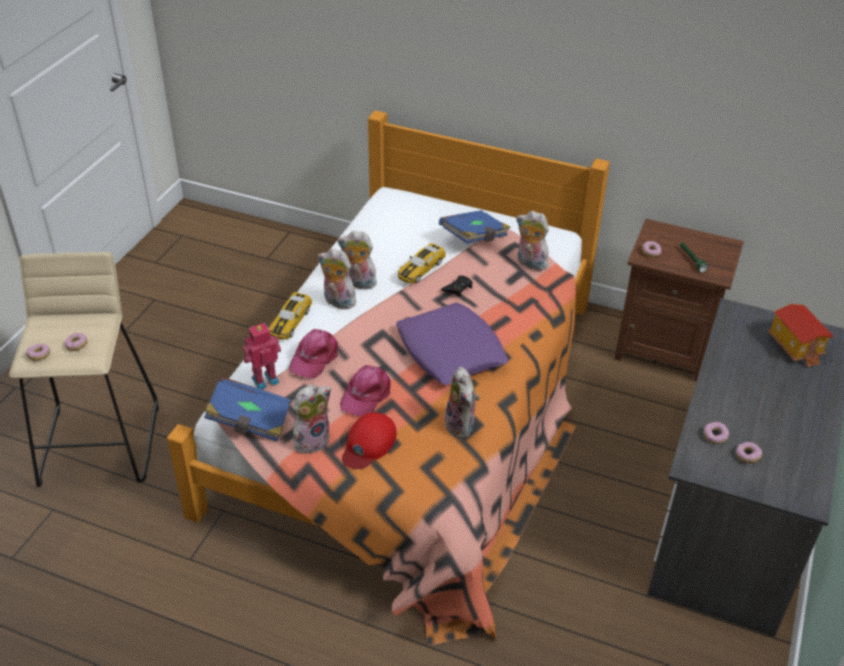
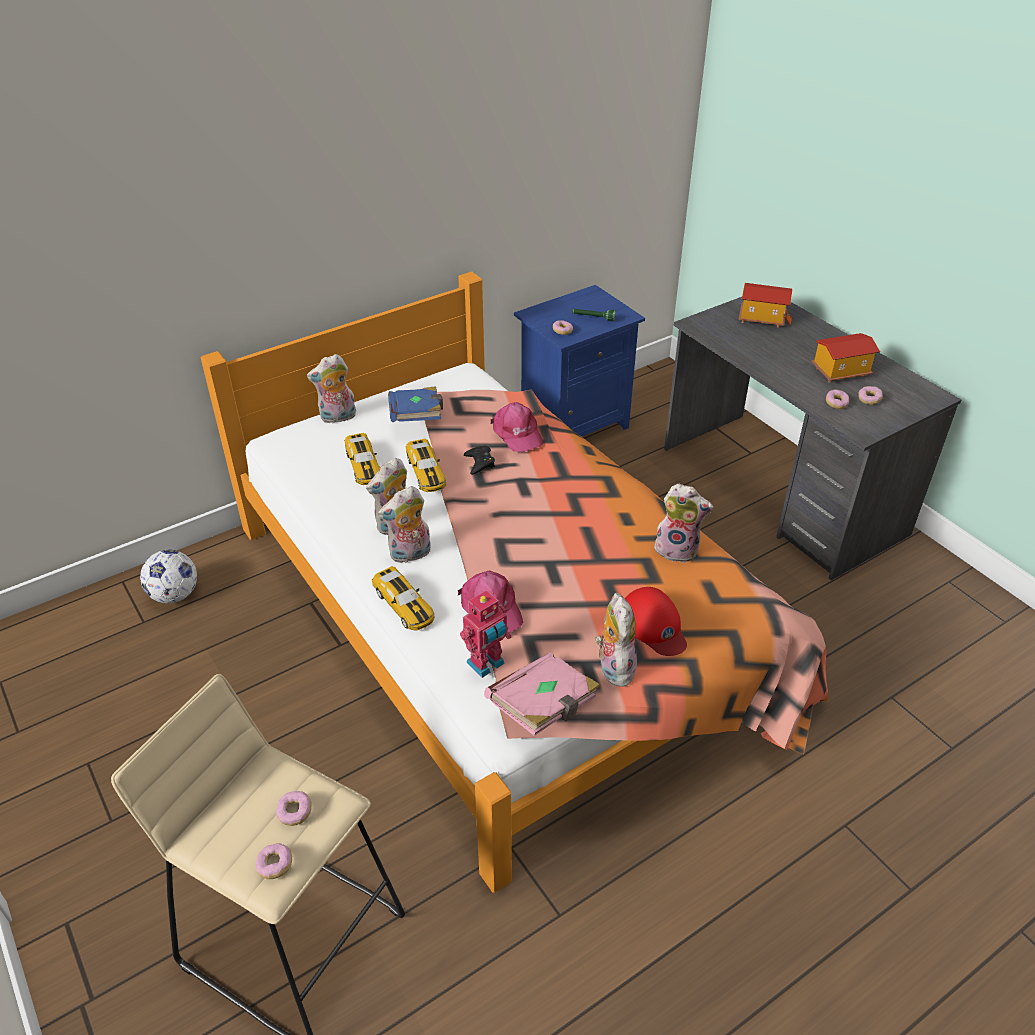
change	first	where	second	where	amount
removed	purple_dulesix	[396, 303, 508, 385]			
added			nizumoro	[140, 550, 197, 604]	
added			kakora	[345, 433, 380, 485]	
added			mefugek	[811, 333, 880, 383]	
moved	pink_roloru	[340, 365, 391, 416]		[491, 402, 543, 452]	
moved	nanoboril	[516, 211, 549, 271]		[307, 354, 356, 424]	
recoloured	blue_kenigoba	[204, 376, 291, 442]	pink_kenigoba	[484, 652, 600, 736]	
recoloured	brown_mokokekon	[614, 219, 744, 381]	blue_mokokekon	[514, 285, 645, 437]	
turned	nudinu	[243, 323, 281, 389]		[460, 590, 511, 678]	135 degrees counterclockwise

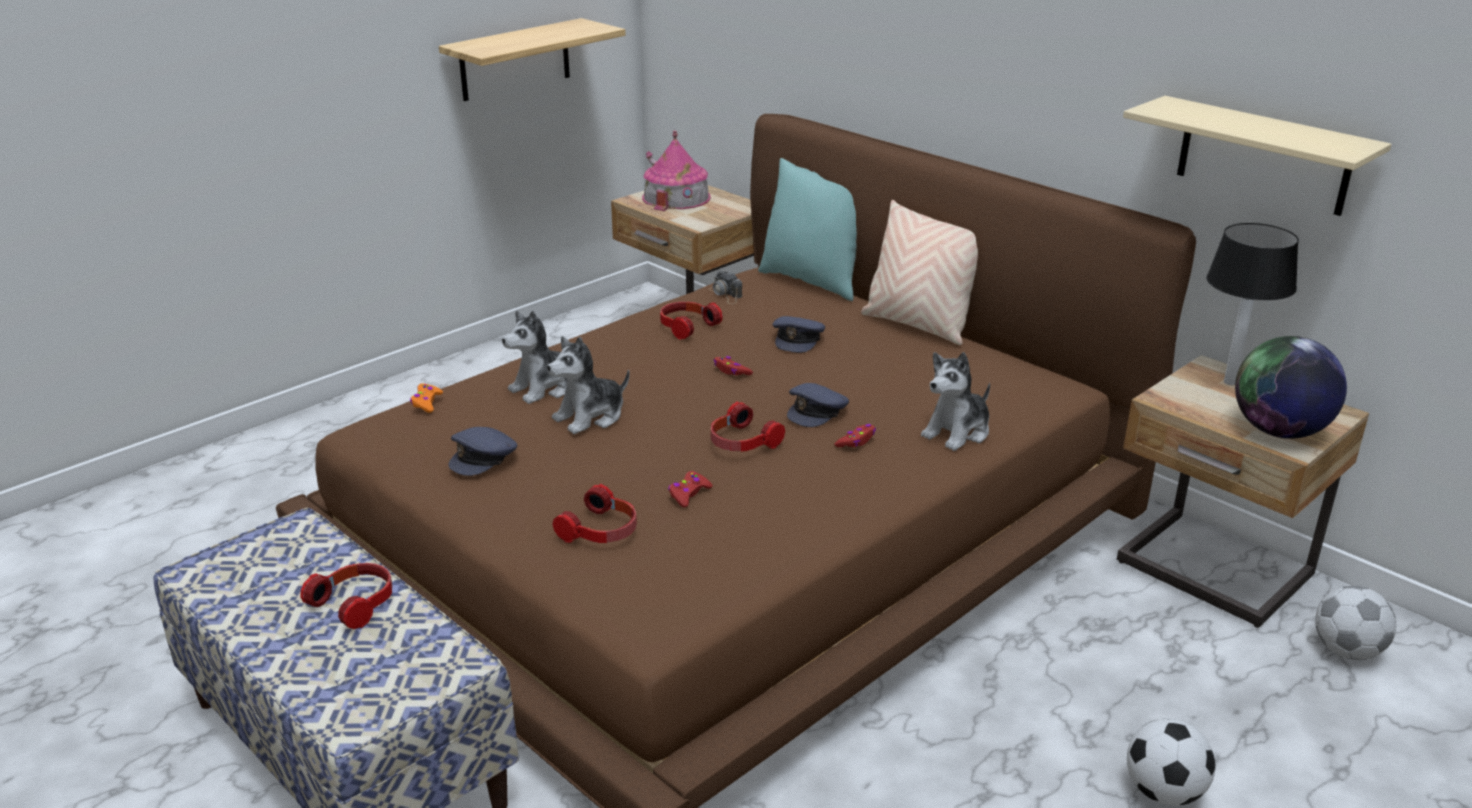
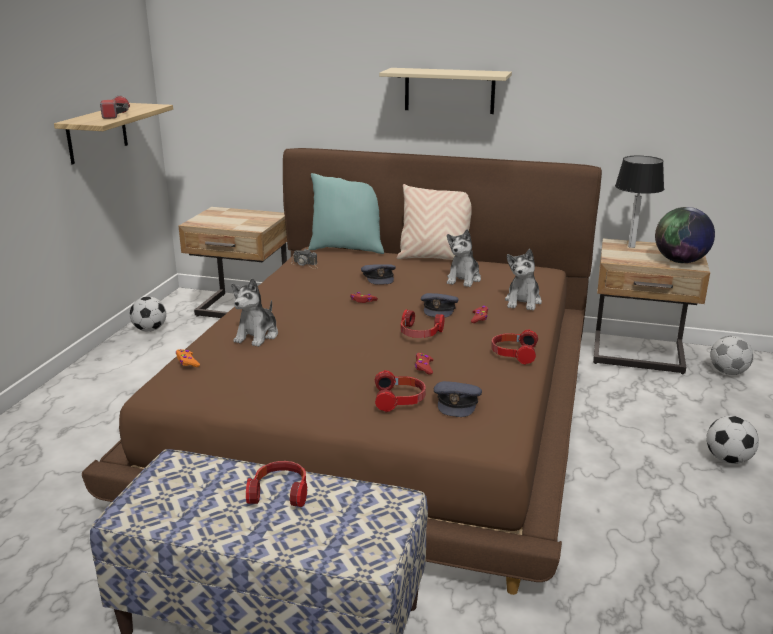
change	first	where	second	where	amount
removed	mefugek	[642, 131, 711, 211]			
added			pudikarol	[100, 96, 130, 119]	
added			nizumoro	[130, 297, 166, 332]	
moved	grey_roloru	[448, 427, 517, 476]		[434, 381, 482, 417]	
moved	nanoboril	[547, 336, 630, 434]		[447, 229, 481, 287]	
moved	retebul	[660, 302, 723, 340]		[491, 329, 538, 365]	
moved	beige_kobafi	[1123, 96, 1392, 216]		[379, 68, 512, 114]	

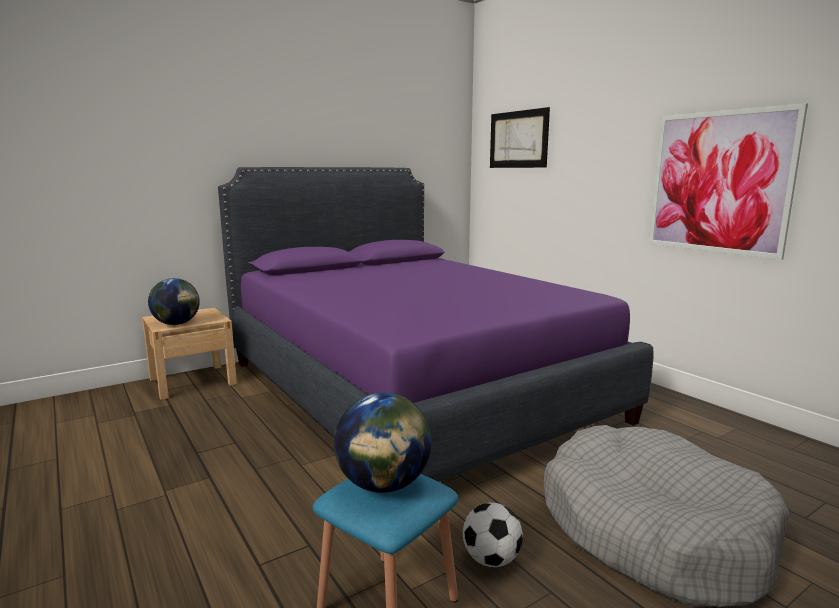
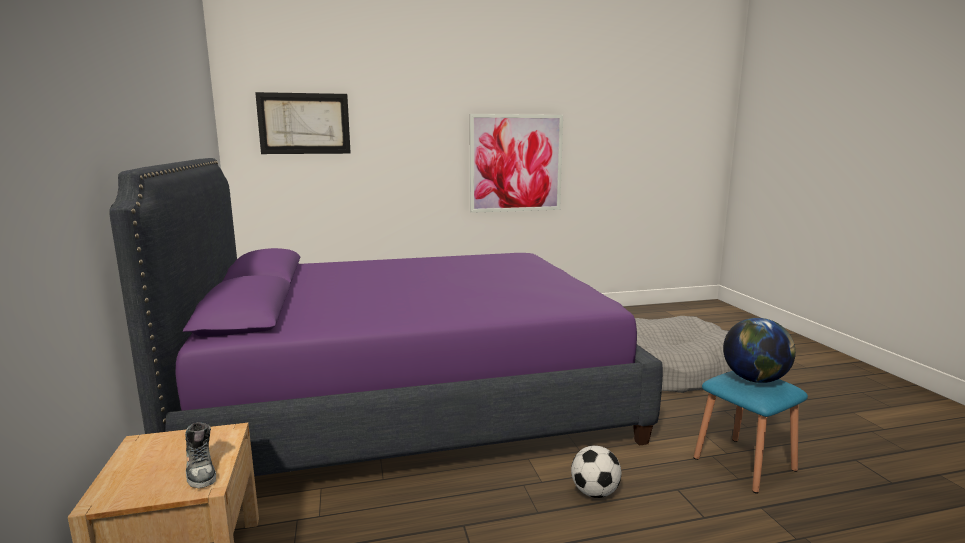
change	first	where	second	where	amount
moved	nizumoro	[463, 503, 523, 567]		[571, 446, 621, 498]	
replaced	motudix	[148, 278, 200, 325]	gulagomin	[185, 422, 216, 488]	

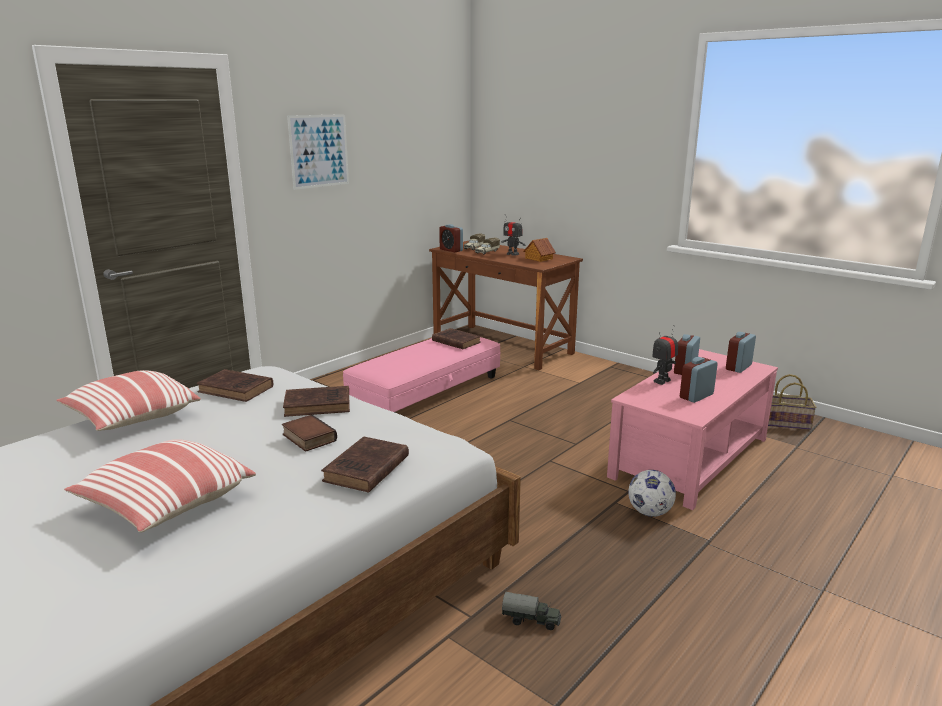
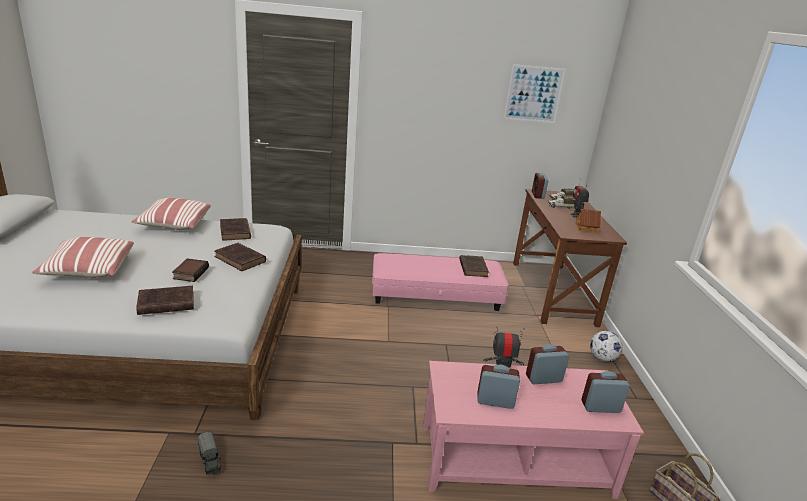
change	first	where	second	where	amount
moved	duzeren	[287, 114, 349, 190]		[503, 64, 566, 123]	
moved	nizumoro	[628, 470, 676, 517]		[590, 331, 623, 362]	

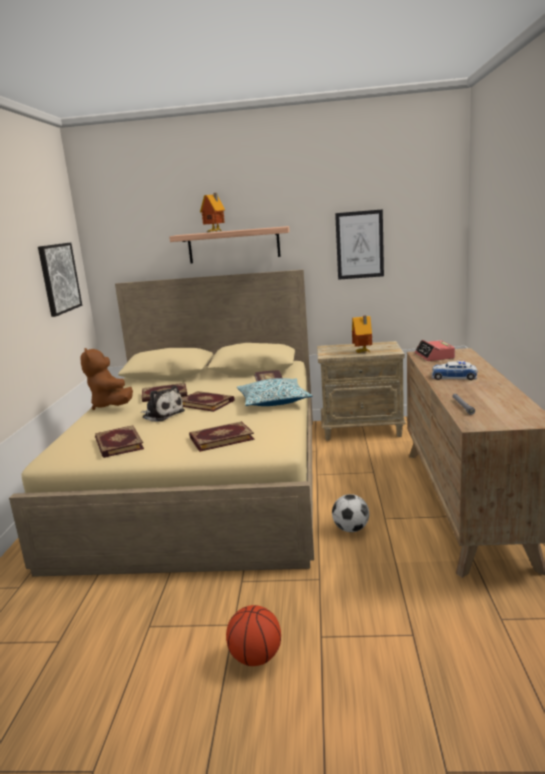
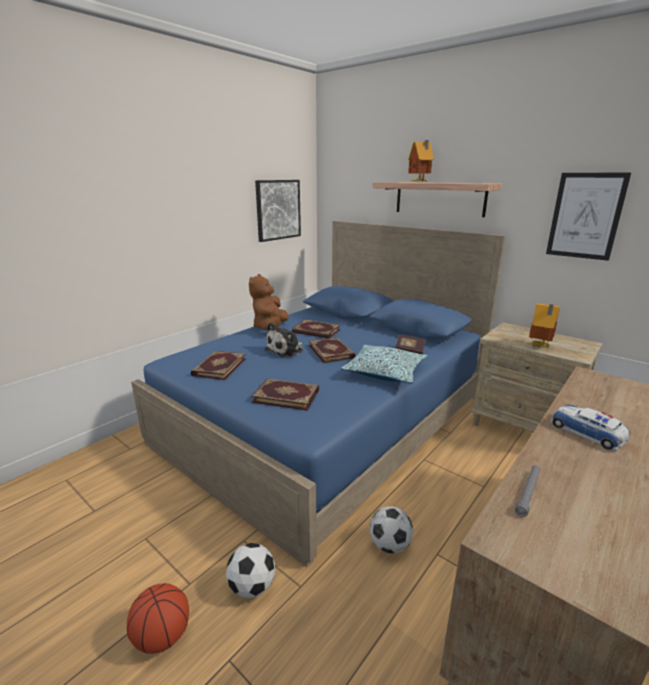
change	first	where	second	where	amount
removed	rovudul	[415, 340, 455, 361]			
added			nizumoro	[226, 543, 275, 598]	
recoloured	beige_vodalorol	[9, 270, 314, 577]	blue_vodalorol	[131, 221, 506, 567]	
turned	nanoboril	[141, 386, 185, 422]		[265, 323, 303, 357]	60 degrees clockwise

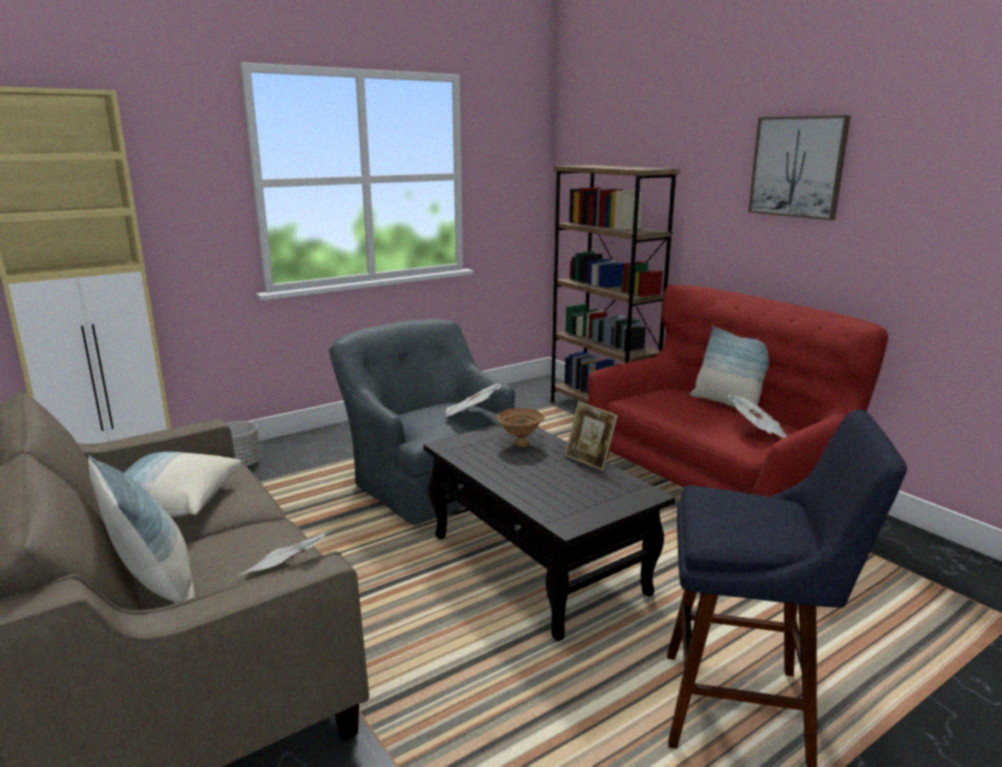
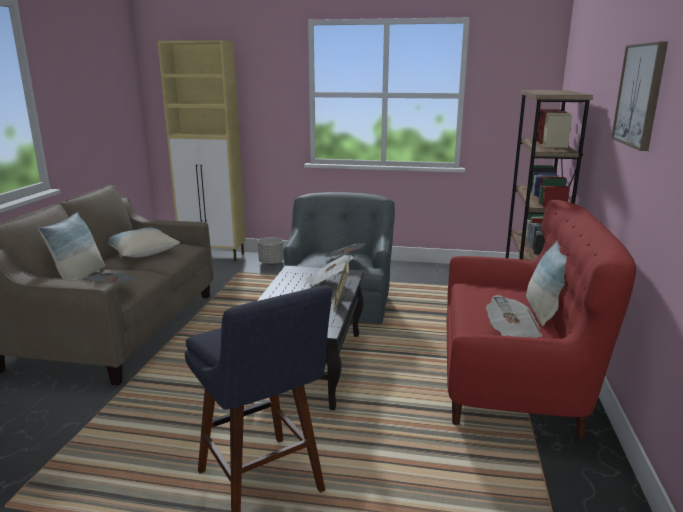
change	first	where	second	where	amount
replaced	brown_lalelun	[497, 408, 545, 447]	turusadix	[305, 255, 353, 286]	

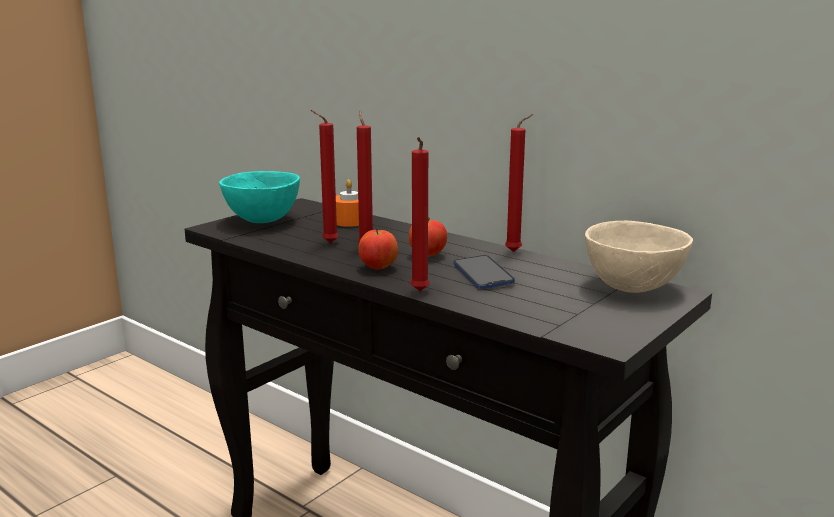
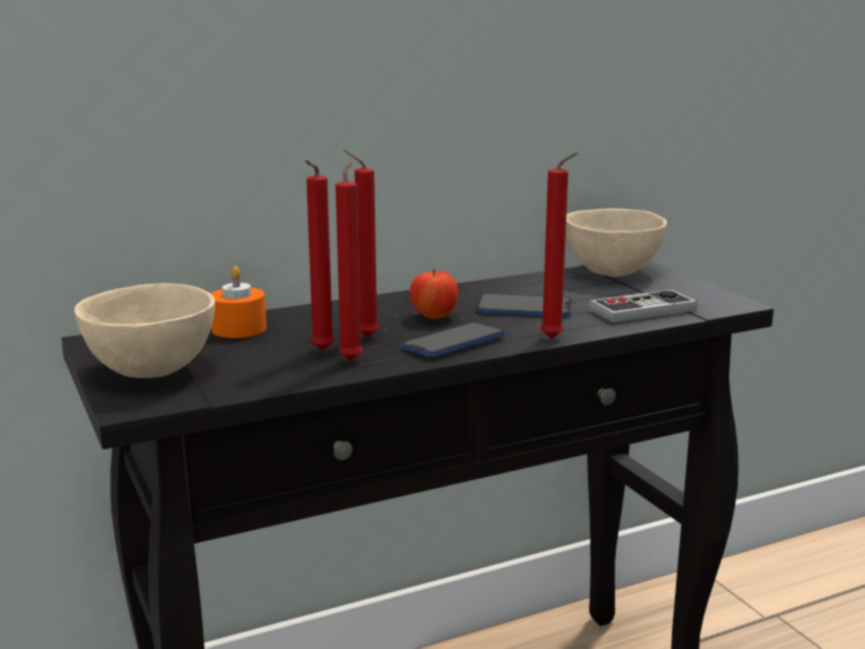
change	first	where	second	where	amount
added			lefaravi	[589, 290, 697, 322]	
moved	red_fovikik	[505, 114, 533, 252]		[335, 159, 363, 361]	
replaced	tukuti	[358, 228, 398, 270]	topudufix	[402, 322, 505, 357]	
recoloured	turquoise_lalelun	[219, 171, 300, 223]	beige_lalelun	[74, 283, 215, 378]	

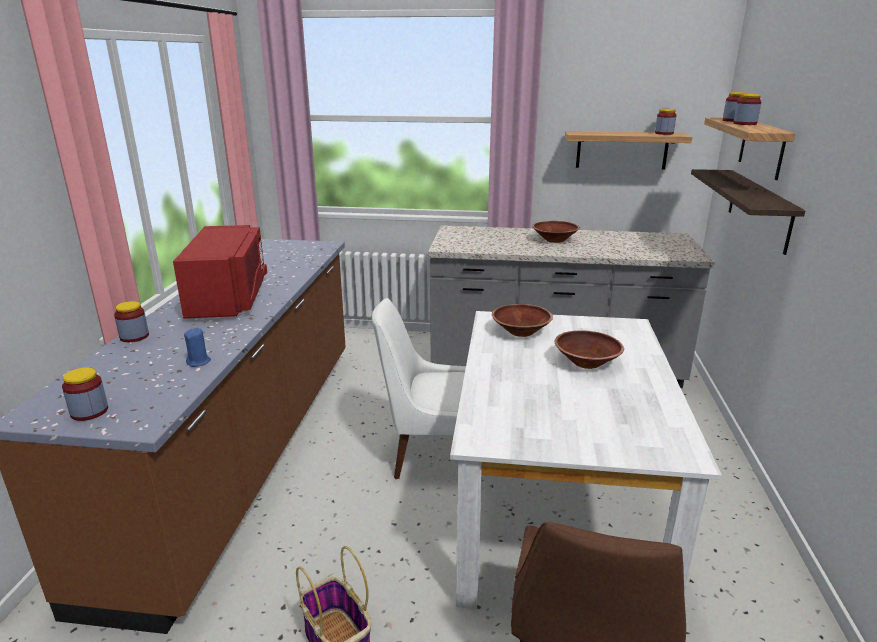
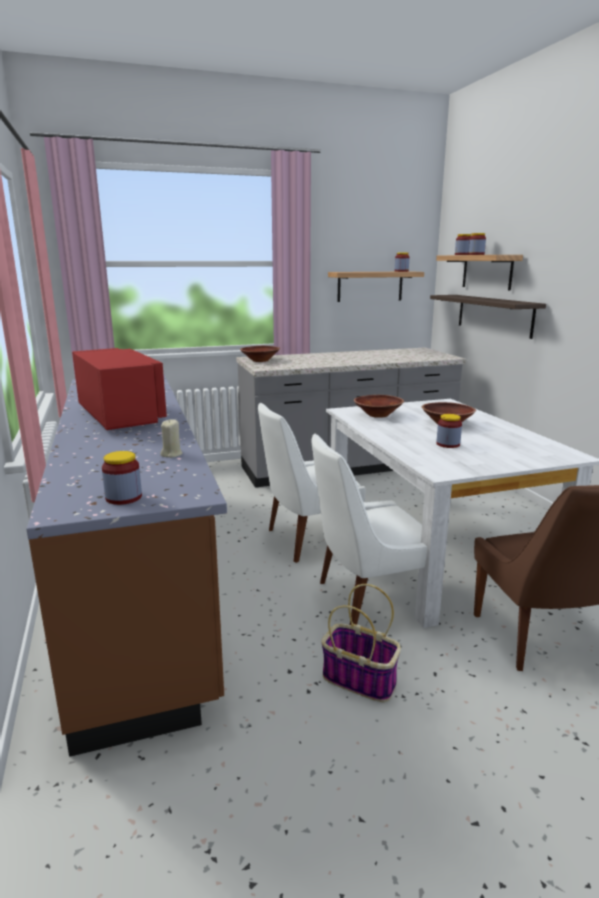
change	first	where	second	where	amount
added			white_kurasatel	[312, 434, 427, 625]	
moved	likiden	[114, 301, 149, 342]		[436, 414, 462, 448]	
moved	brown_lalelun	[532, 221, 580, 243]		[240, 346, 280, 362]	
recoloured	blue_fovikik	[184, 328, 211, 367]	beige_fovikik	[160, 419, 183, 458]	

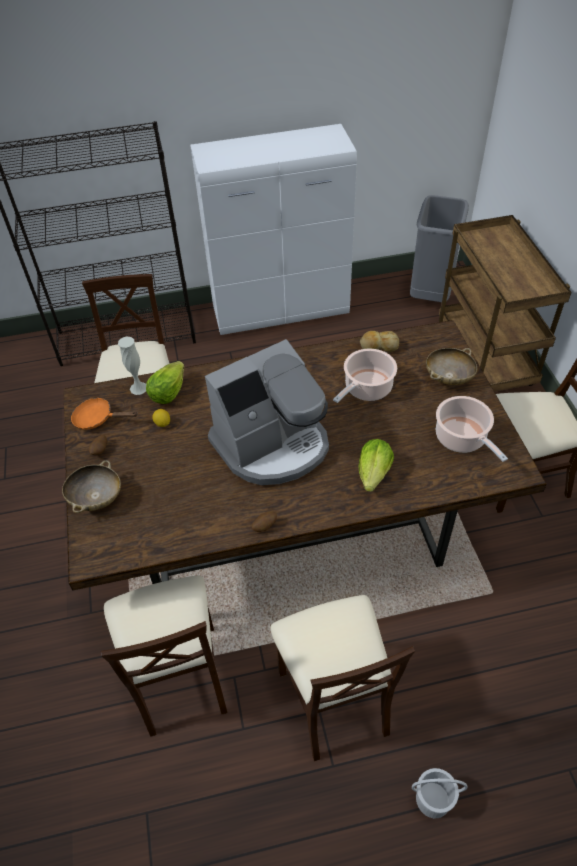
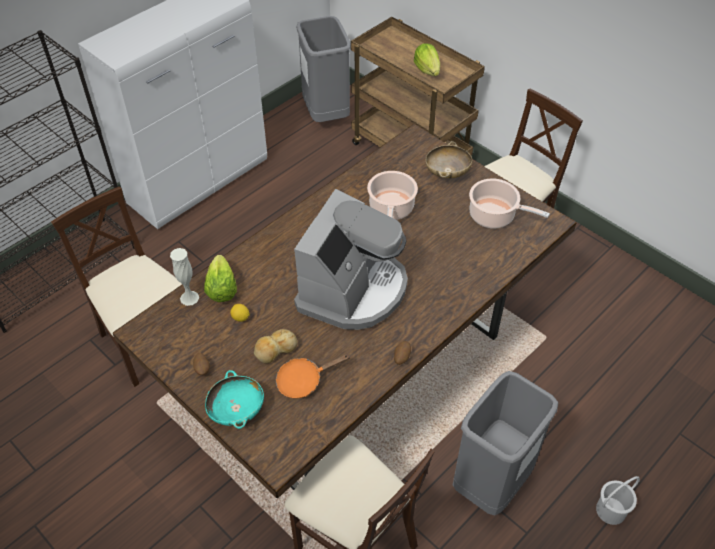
change	first	where	second	where	amount
moved	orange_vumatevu	[71, 397, 138, 430]		[276, 354, 350, 398]	
moved	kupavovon	[359, 439, 394, 492]		[414, 43, 440, 76]	
moved	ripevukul	[360, 331, 399, 352]		[254, 329, 298, 363]	
replaced	beige_kurasatel	[270, 595, 415, 761]	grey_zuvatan	[453, 371, 558, 516]	
recoloured	beige_lalelun	[62, 460, 121, 513]	turquoise_lalelun	[205, 370, 264, 429]	

